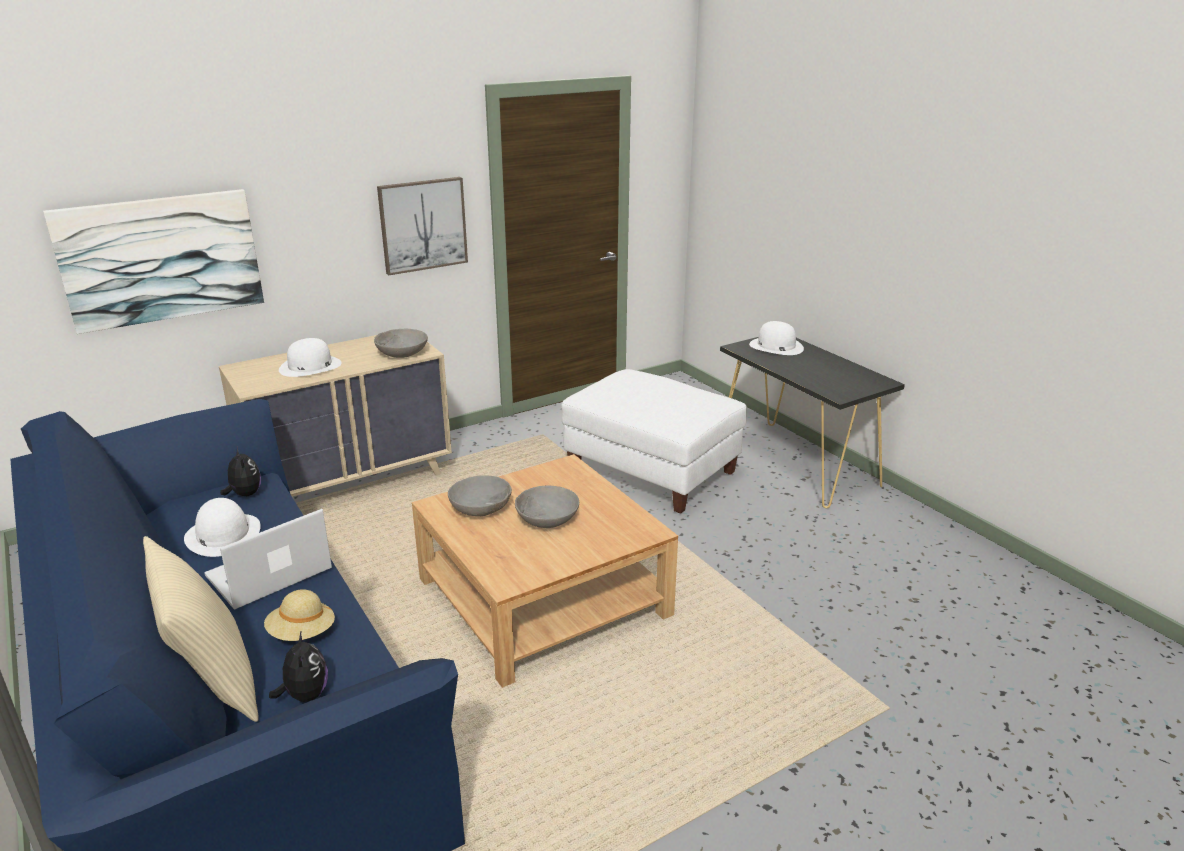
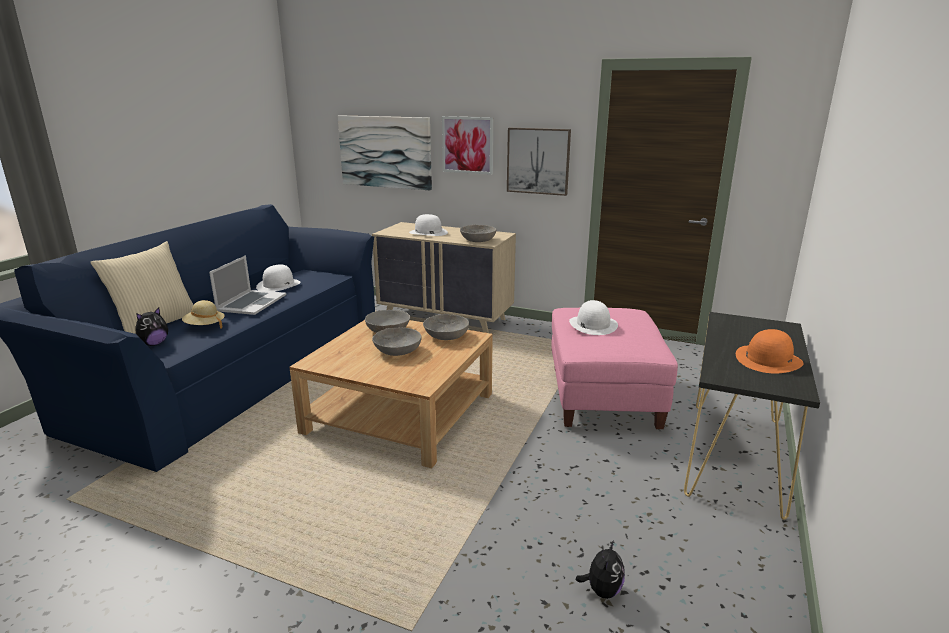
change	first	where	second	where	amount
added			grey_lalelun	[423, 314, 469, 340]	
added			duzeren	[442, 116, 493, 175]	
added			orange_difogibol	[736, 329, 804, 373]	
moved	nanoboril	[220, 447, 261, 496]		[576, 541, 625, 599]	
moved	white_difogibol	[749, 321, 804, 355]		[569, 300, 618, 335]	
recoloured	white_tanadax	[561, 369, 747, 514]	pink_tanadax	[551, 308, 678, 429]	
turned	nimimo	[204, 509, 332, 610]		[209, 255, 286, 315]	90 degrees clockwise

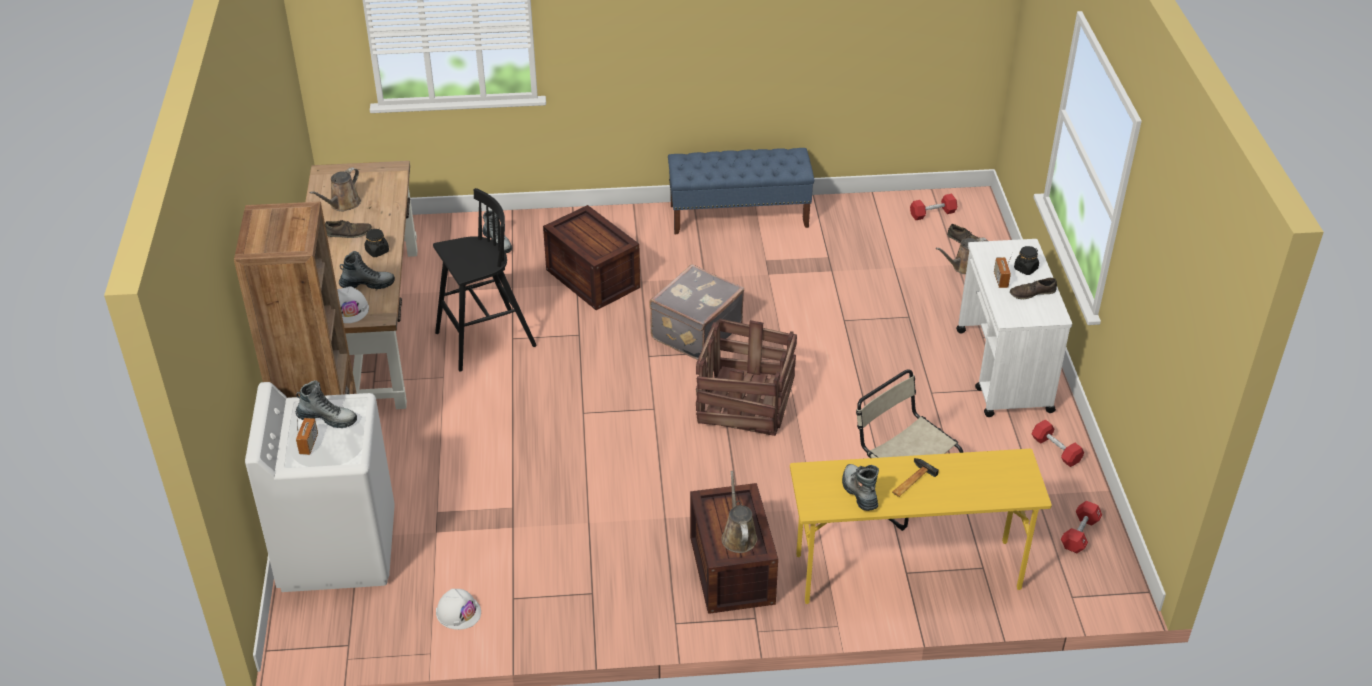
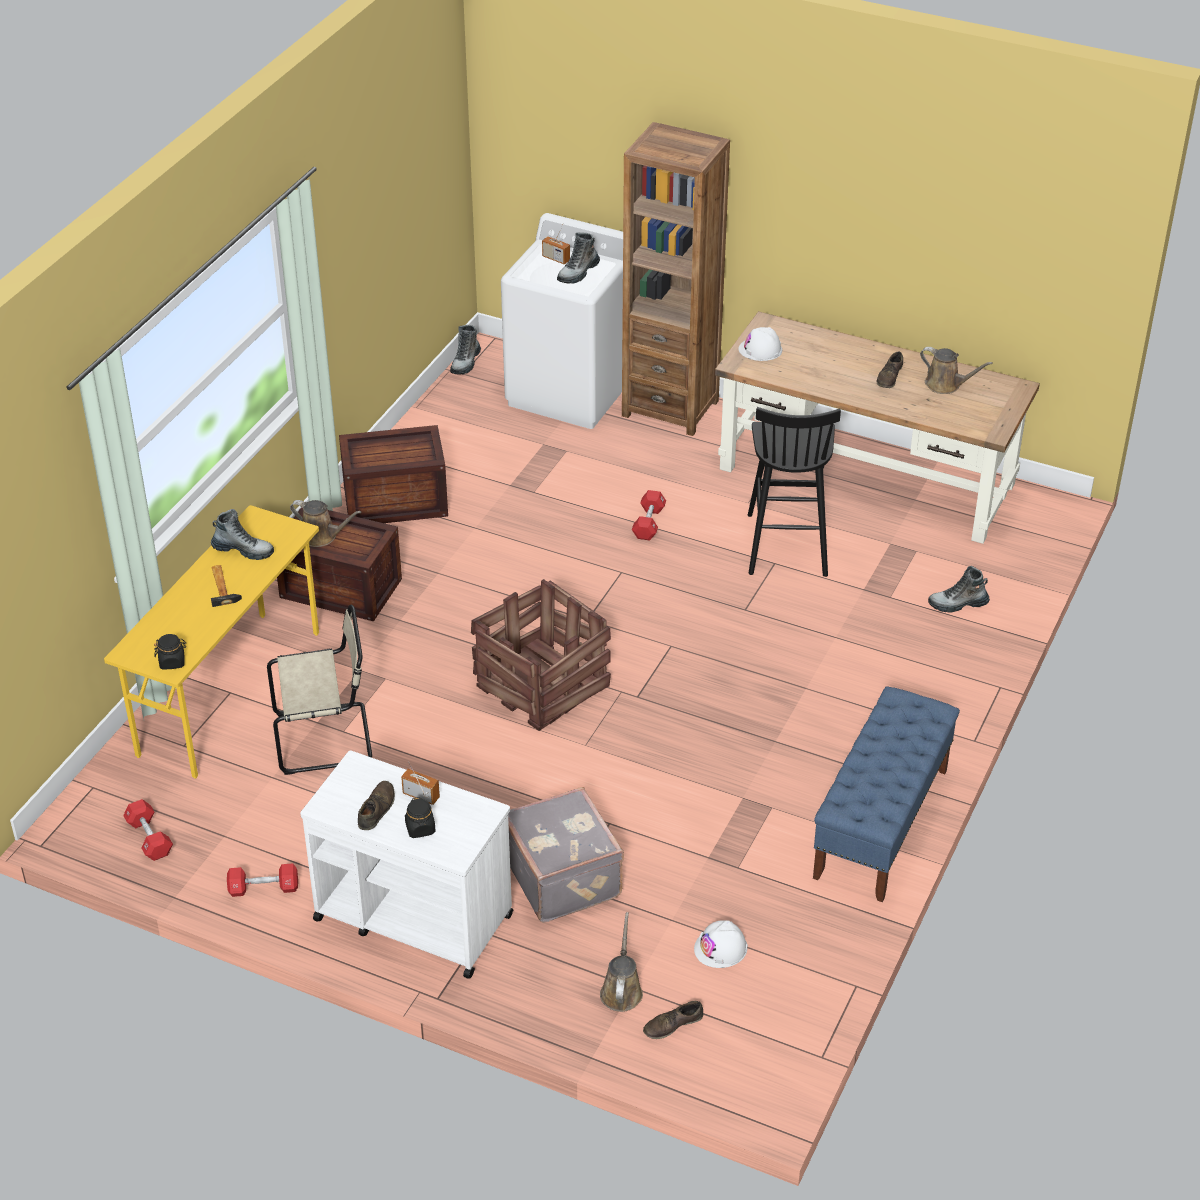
change	first	where	second	where	amount
moved	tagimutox	[339, 251, 395, 289]		[450, 325, 481, 374]	
moved	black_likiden	[365, 229, 389, 257]		[154, 634, 186, 670]	
moved	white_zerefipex	[436, 589, 481, 630]		[694, 920, 748, 968]	
moved	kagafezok	[543, 205, 640, 310]		[339, 425, 448, 523]	
moved	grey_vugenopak	[649, 264, 744, 360]		[508, 787, 624, 923]	
moved	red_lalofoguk	[910, 194, 957, 220]		[632, 490, 666, 540]	
turned	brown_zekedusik	[309, 167, 361, 211]		[920, 347, 993, 394]	150 degrees clockwise

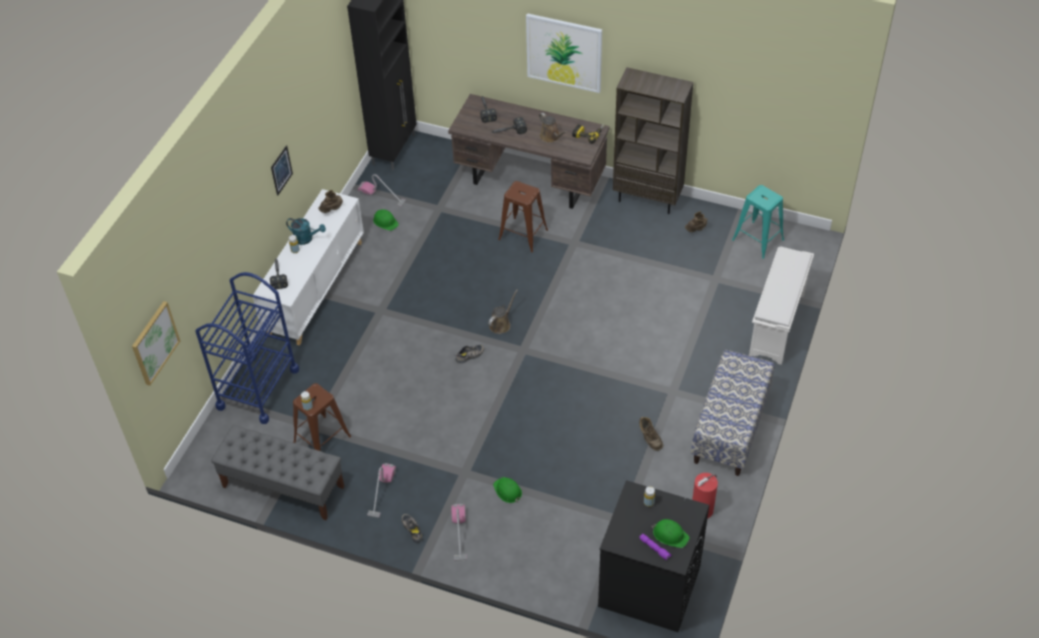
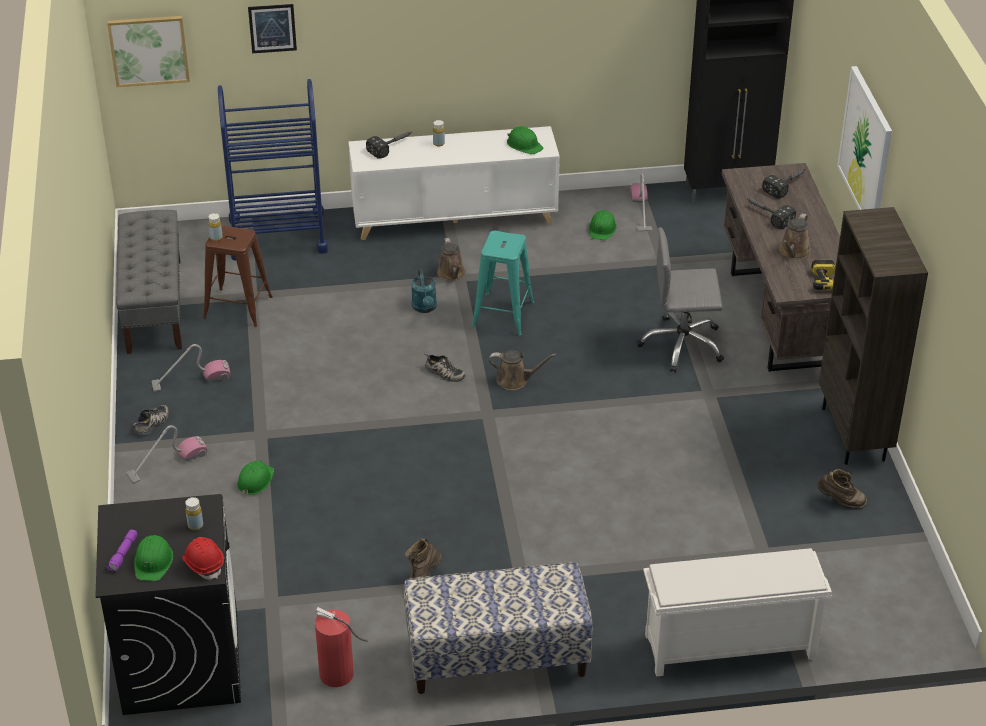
change	first	where	second	where	amount
added			red_zerefipex	[183, 537, 224, 580]	
added			brown_zekedusik	[437, 238, 466, 281]	
moved	duzeren	[271, 145, 293, 196]		[248, 4, 297, 53]	
moved	turquoise_zekedusik	[286, 218, 326, 245]		[411, 269, 437, 313]	
moved	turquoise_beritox	[732, 185, 784, 259]		[472, 231, 534, 336]	
replaced	brown_tagimutox	[318, 190, 343, 213]	green_zerefipex	[507, 126, 543, 154]	
replaced	brown_beritox	[498, 181, 548, 252]	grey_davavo	[637, 227, 724, 373]	

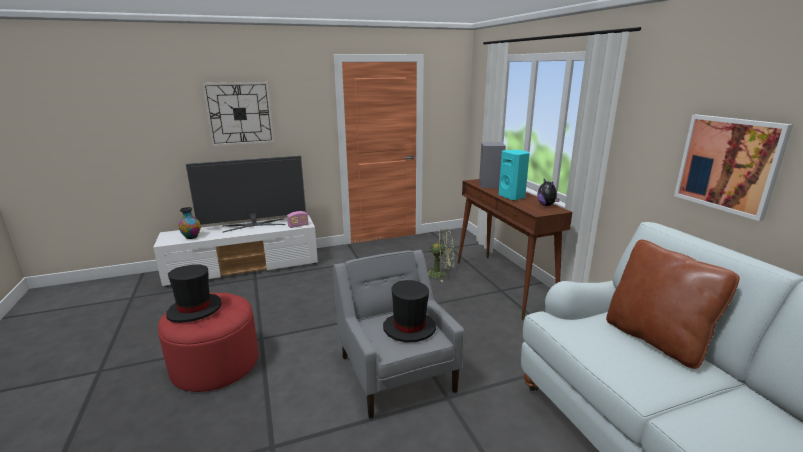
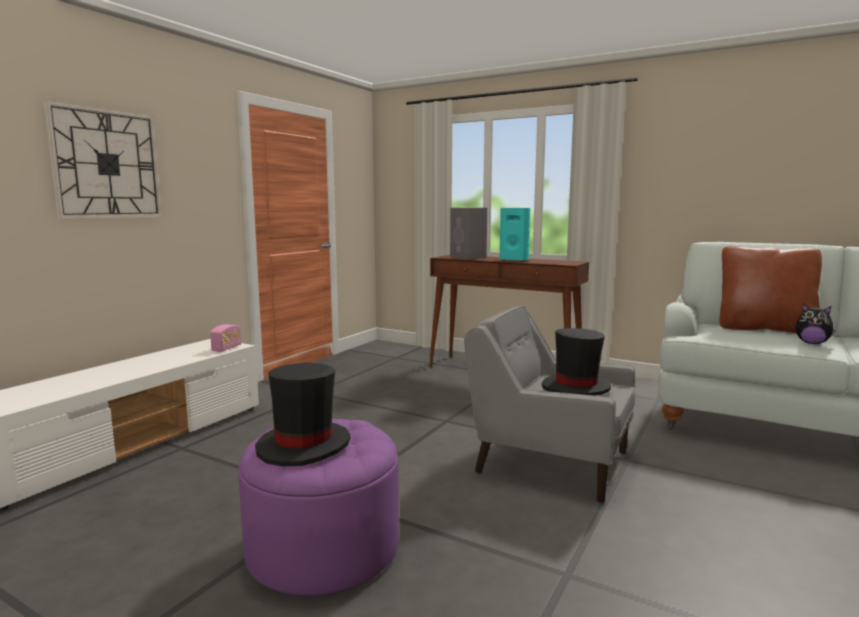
change	first	where	second	where	amount
removed	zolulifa	[178, 207, 201, 239]			
removed	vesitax	[186, 155, 306, 233]			
removed	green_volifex	[427, 229, 454, 282]			
removed	duzeren	[674, 115, 793, 221]			
moved	nanoboril	[537, 179, 560, 206]		[795, 304, 836, 344]	
recoloured	red_tanadax	[158, 292, 259, 392]	purple_tanadax	[239, 419, 399, 596]	

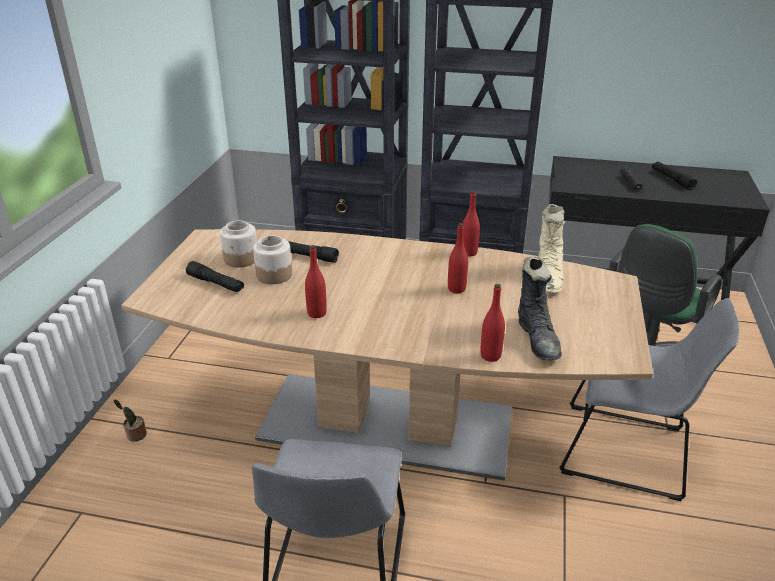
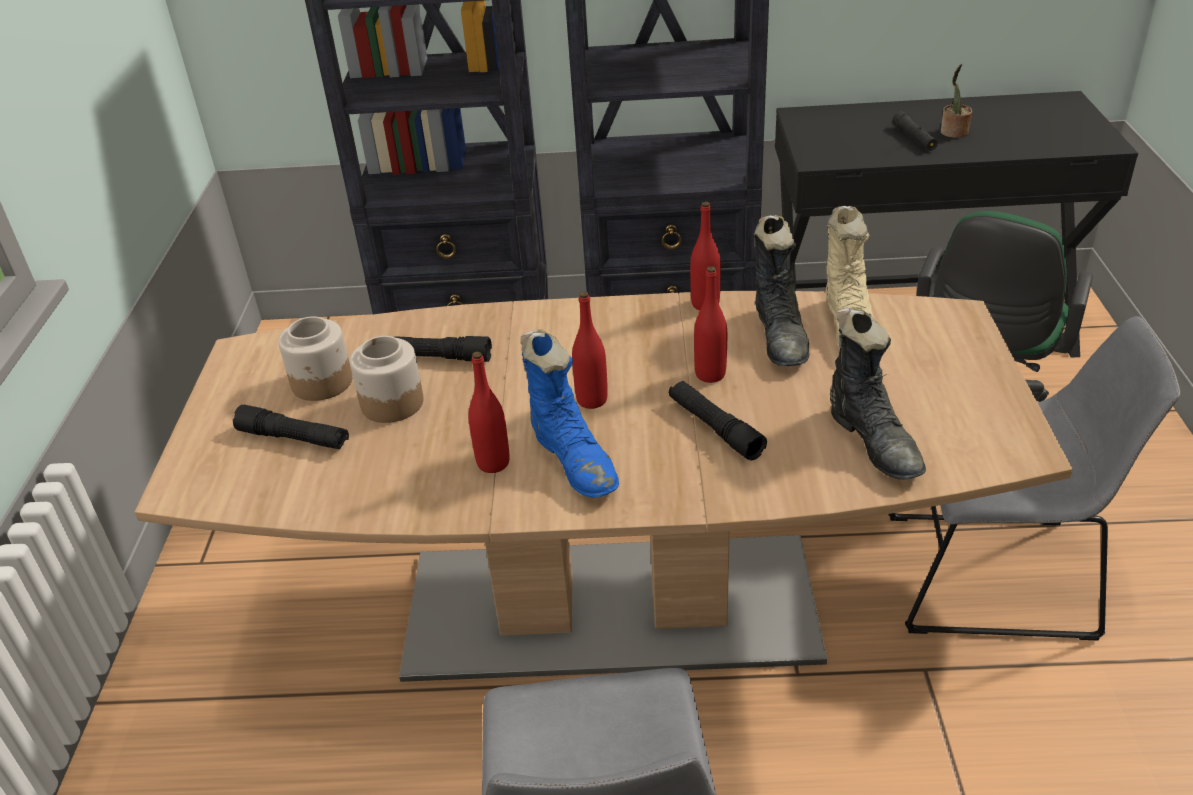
change	first	where	second	where	amount
added			blue_tagimutox	[520, 329, 619, 498]	
added			black_tagimutox	[754, 215, 809, 366]	
moved	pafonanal	[114, 399, 147, 442]		[941, 64, 972, 138]	
moved	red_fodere	[480, 284, 505, 362]		[572, 291, 608, 409]	
moved	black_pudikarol	[652, 162, 697, 190]		[669, 381, 767, 460]	

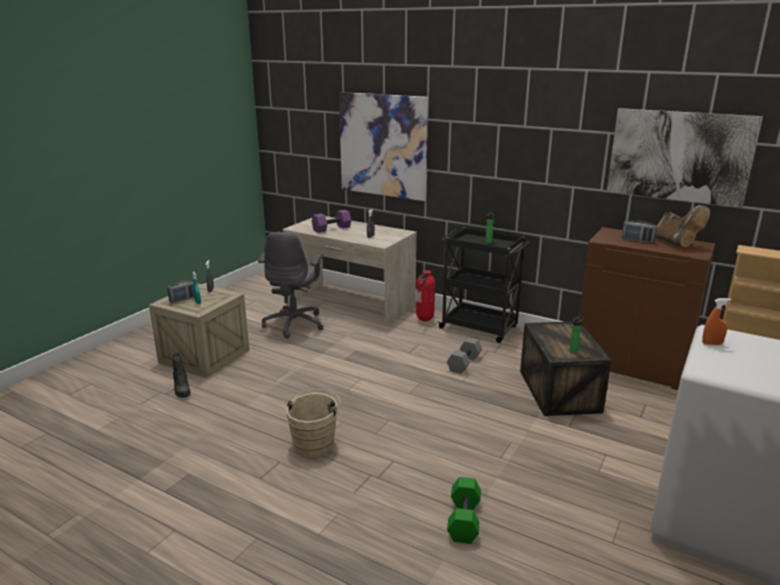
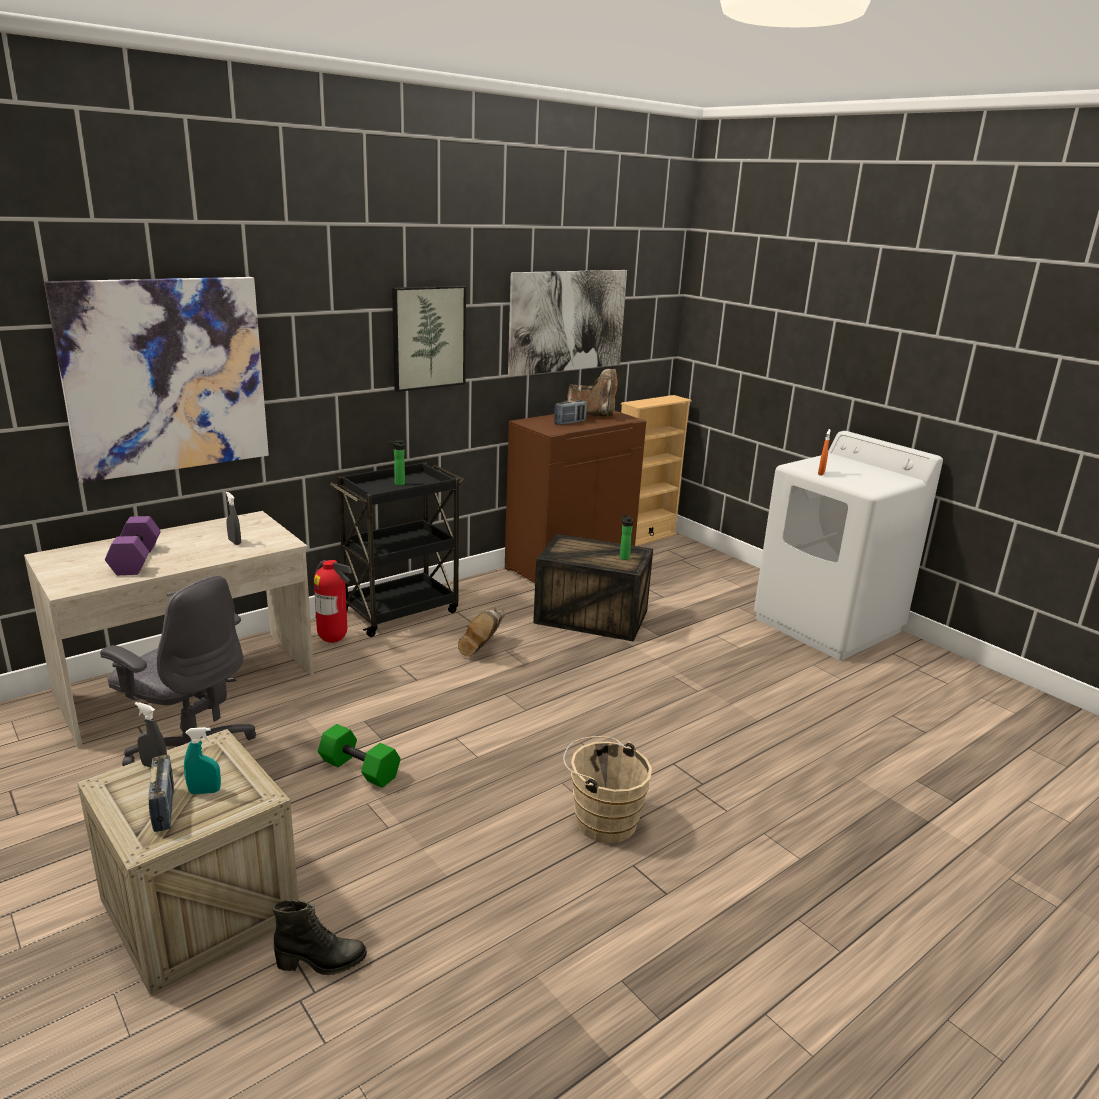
change	first	where	second	where	amount
added			duzeren	[392, 285, 466, 392]	
moved	green_lalofoguk	[447, 477, 481, 544]		[318, 724, 401, 788]	
replaced	grey_lalofoguk	[447, 337, 482, 374]	brown_tagimutox	[458, 608, 505, 657]	

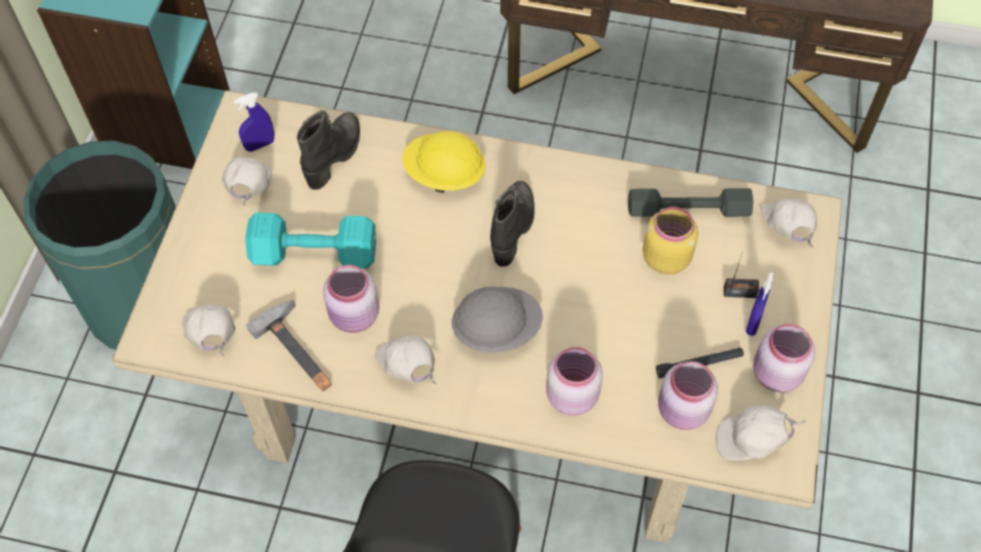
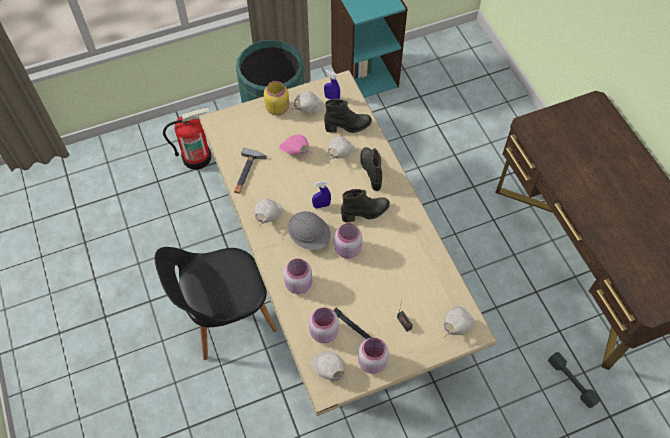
change	first	where	second	where	amount
added			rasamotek	[163, 107, 211, 170]	
moved	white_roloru	[183, 304, 236, 356]		[328, 136, 355, 160]	
moved	pink_likiden	[323, 265, 379, 333]		[335, 223, 362, 259]	
moved	grey_lalofoguk	[628, 188, 753, 217]		[548, 352, 601, 408]	
moved	yellow_likiden	[643, 207, 698, 275]		[264, 81, 289, 115]	
moved	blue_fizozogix	[746, 272, 774, 336]		[312, 181, 331, 209]	
replaced	turquoise_lalofoguk	[245, 213, 376, 269]	pink_roloru	[279, 134, 313, 155]	
replaced	yellow_zerefipex	[402, 131, 486, 193]	black_tagimutox	[360, 147, 382, 191]	

